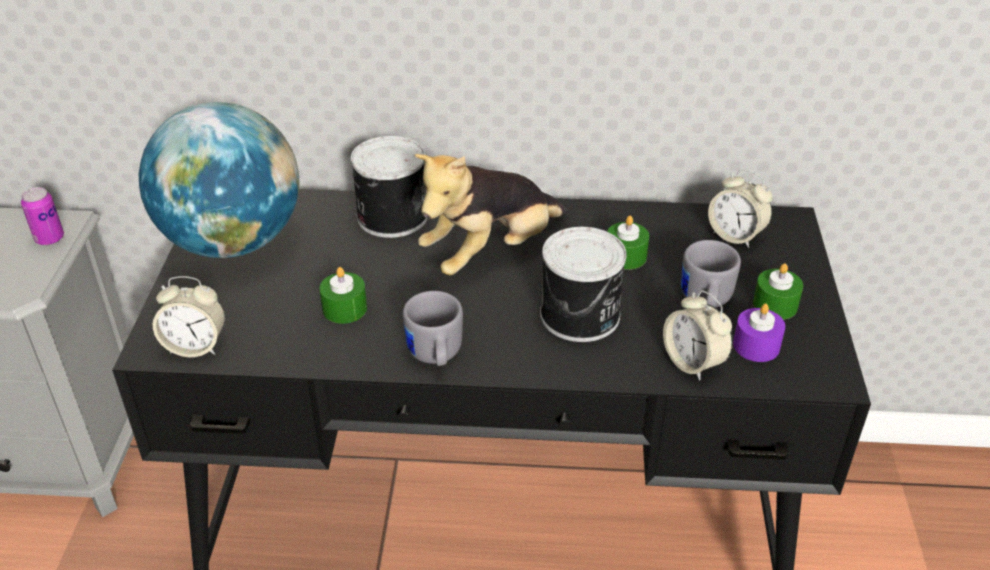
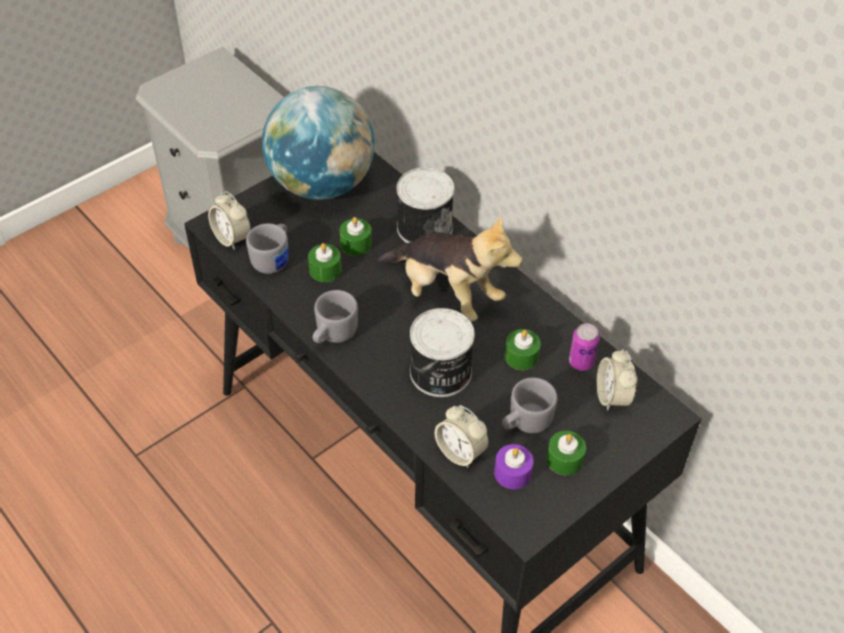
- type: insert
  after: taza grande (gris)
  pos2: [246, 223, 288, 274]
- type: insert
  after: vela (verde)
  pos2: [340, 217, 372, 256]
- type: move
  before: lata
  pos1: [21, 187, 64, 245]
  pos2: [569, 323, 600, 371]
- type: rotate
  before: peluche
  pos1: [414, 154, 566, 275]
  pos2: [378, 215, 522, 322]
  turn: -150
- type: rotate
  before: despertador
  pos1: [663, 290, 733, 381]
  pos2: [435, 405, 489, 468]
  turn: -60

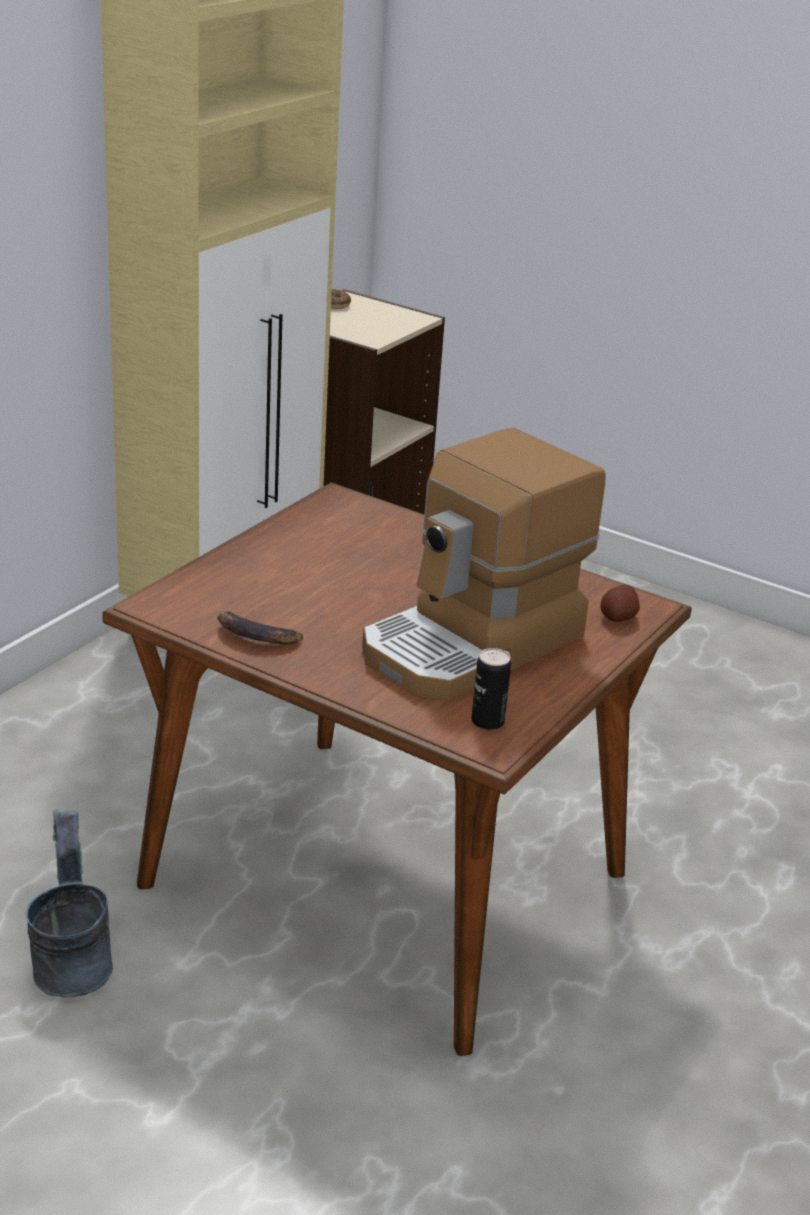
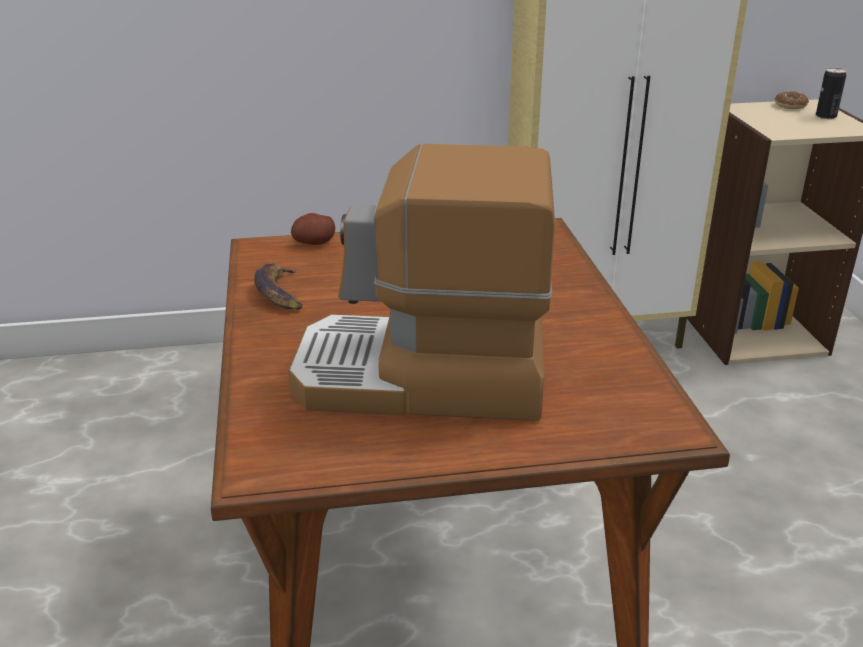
- type: delete
  before: cubo (gris)
  pos1: [26, 809, 113, 998]
- type: move
  before: lata
  pos1: [471, 648, 511, 730]
  pos2: [816, 68, 846, 119]
- type: move
  before: patata
  pos1: [600, 585, 640, 622]
  pos2: [291, 213, 335, 245]

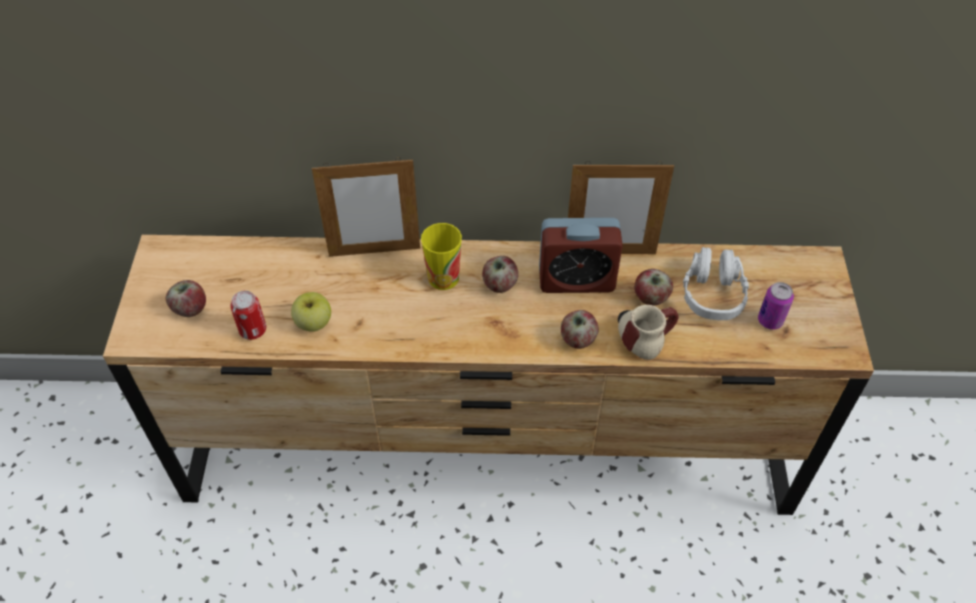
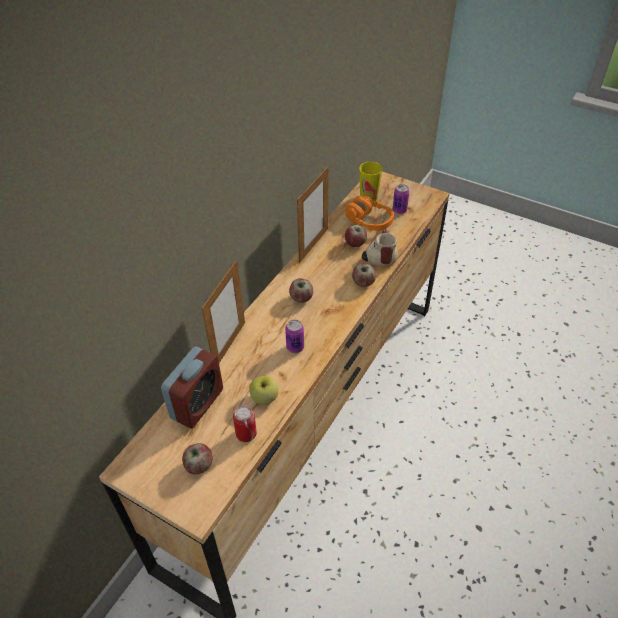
- type: insert
  after: lata
  pos2: [285, 320, 304, 353]
- type: move
  before: taza
  pos1: [421, 223, 462, 290]
  pos2: [359, 162, 383, 203]
- type: move
  before: despertador
  pos1: [539, 218, 623, 293]
  pos2: [161, 346, 223, 429]
- type: recolor
  before: auriculares (gris)
  after: auriculares (naranja)
  pos1: [683, 247, 749, 320]
  pos2: [345, 196, 394, 231]

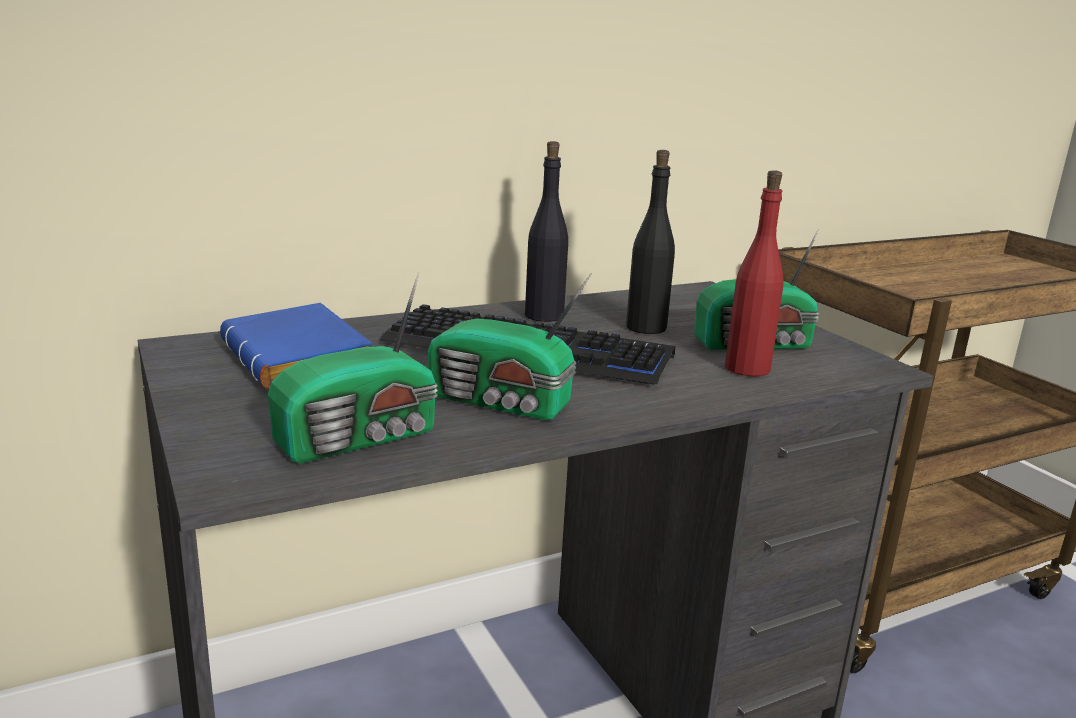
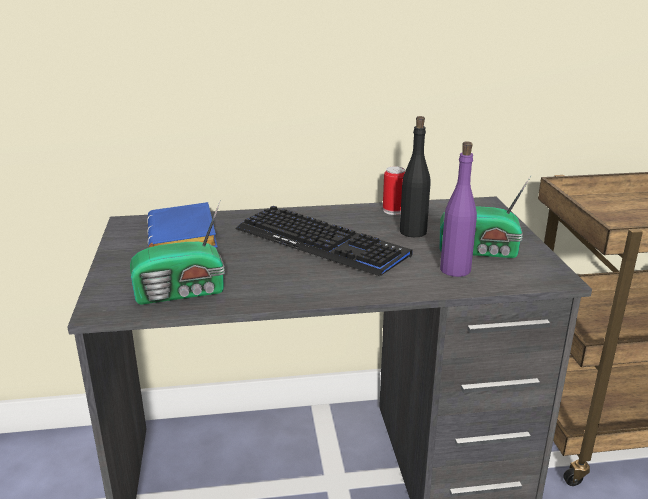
- type: delete
  before: radio
  pos1: [428, 273, 592, 420]
- type: delete
  before: botella (negro)
  pos1: [525, 141, 568, 322]
- type: insert
  after: lata
  pos2: [383, 166, 405, 215]
- type: recolor
  before: botella (rojo)
  after: botella (morado)
  pos1: [725, 170, 784, 377]
  pos2: [440, 141, 477, 277]

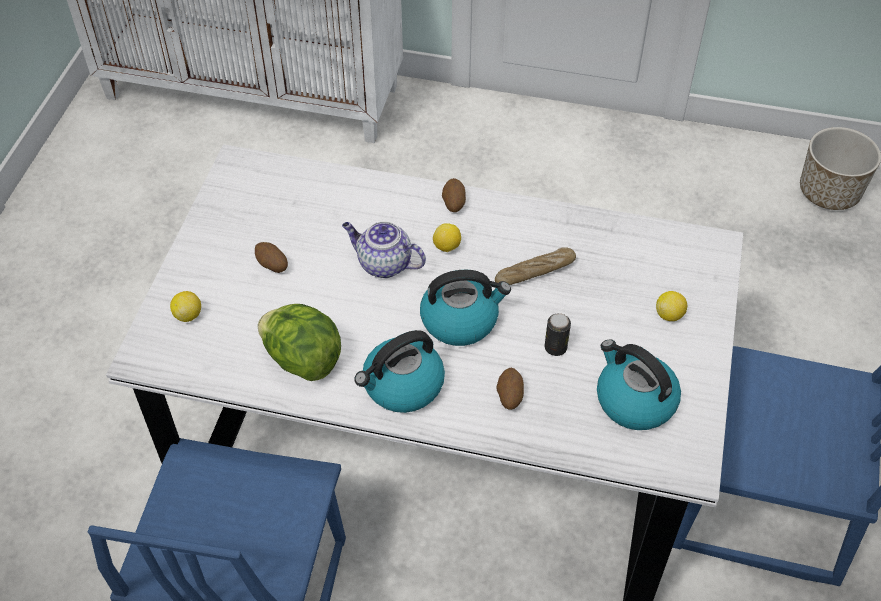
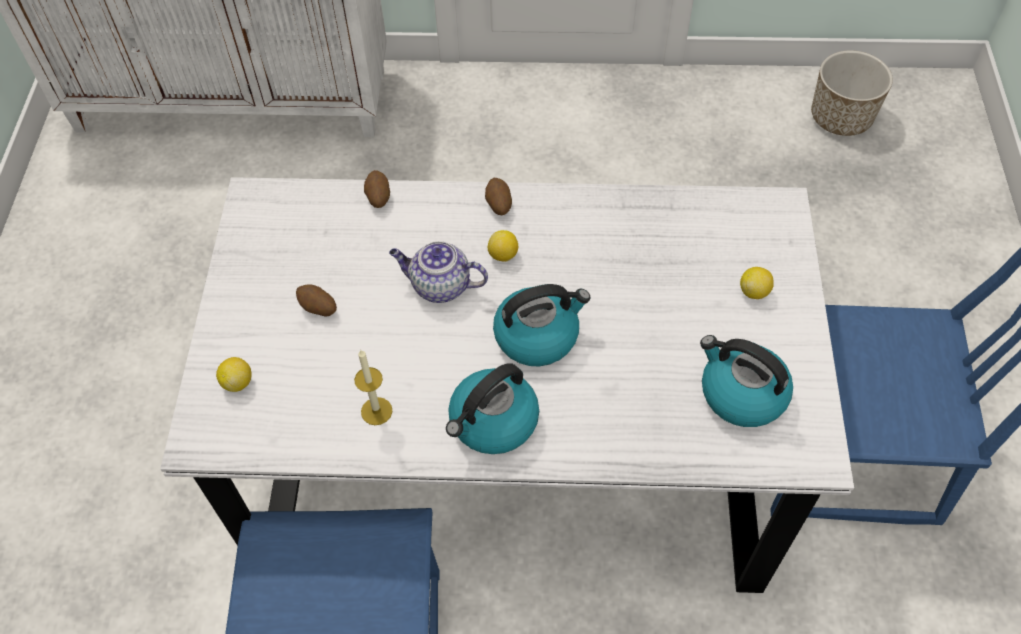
- type: delete
  before: pan
  pos1: [495, 247, 576, 285]
- type: delete
  before: lata
  pos1: [545, 313, 571, 356]
- type: move
  before: patata
  pos1: [496, 368, 524, 410]
  pos2: [364, 170, 390, 208]
- type: replace
  before: lechuga
  after: vela
  pos1: [258, 304, 341, 381]
  pos2: [354, 350, 392, 425]

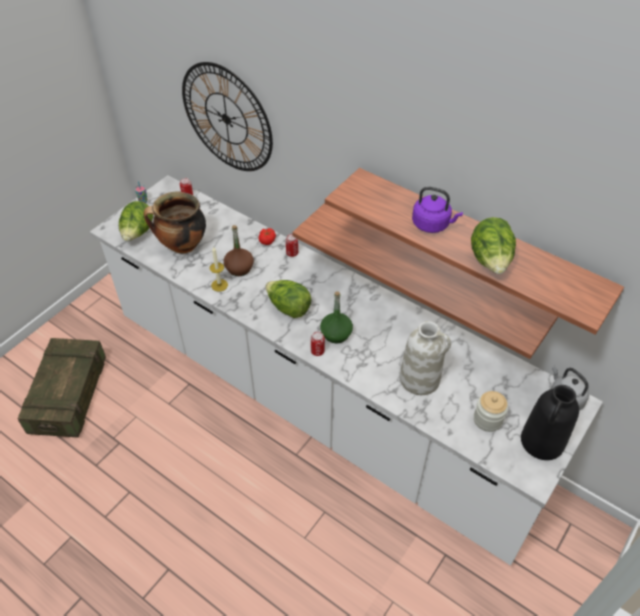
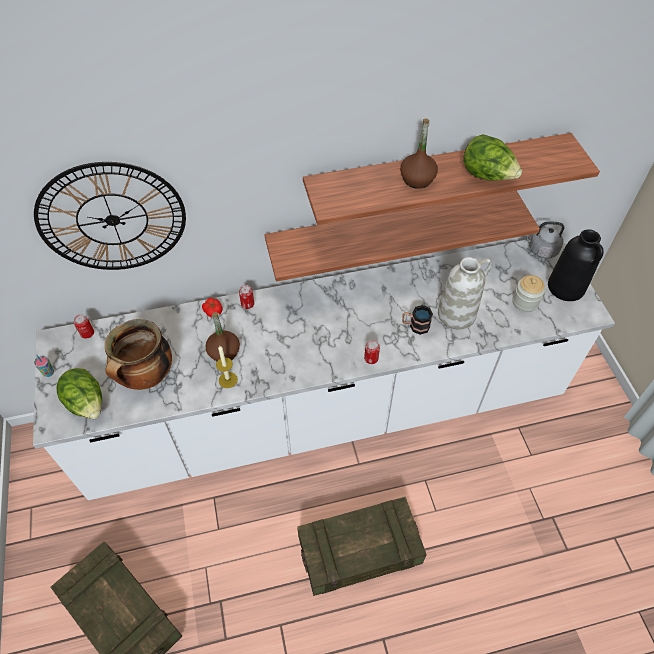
- type: delete
  before: lechuga
  pos1: [265, 280, 312, 318]
- type: delete
  before: botella (verde)
  pos1: [320, 292, 353, 343]
- type: insert
  after: caja de embalaje
  pos2: [297, 497, 426, 596]
- type: insert
  after: taza grande
  pos2: [402, 305, 433, 335]
- type: replace
  before: hervidor (morado)
  after: botella (marrón)
  pos1: [412, 187, 463, 233]
  pos2: [400, 118, 438, 189]

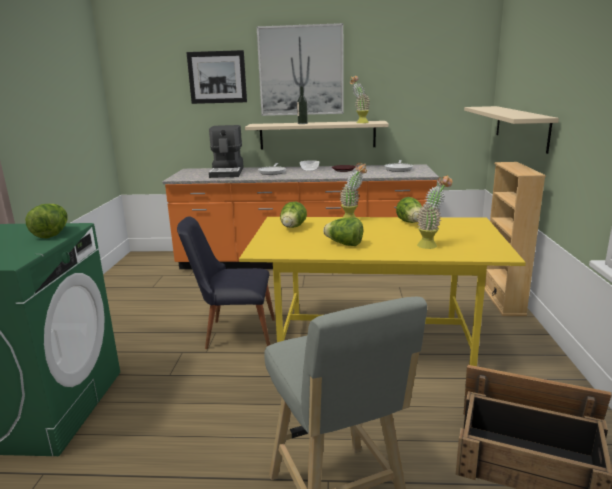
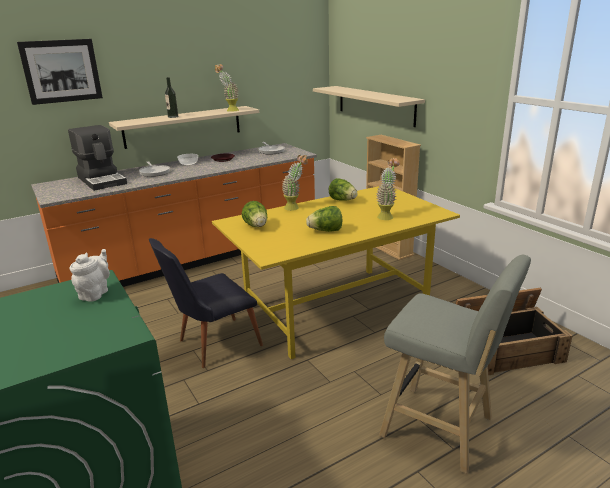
- type: delete
  before: cuadro
  pos1: [257, 23, 344, 116]
- type: replace
  before: lechuga
  after: tetera (blanco)
  pos1: [25, 204, 68, 238]
  pos2: [69, 249, 110, 302]

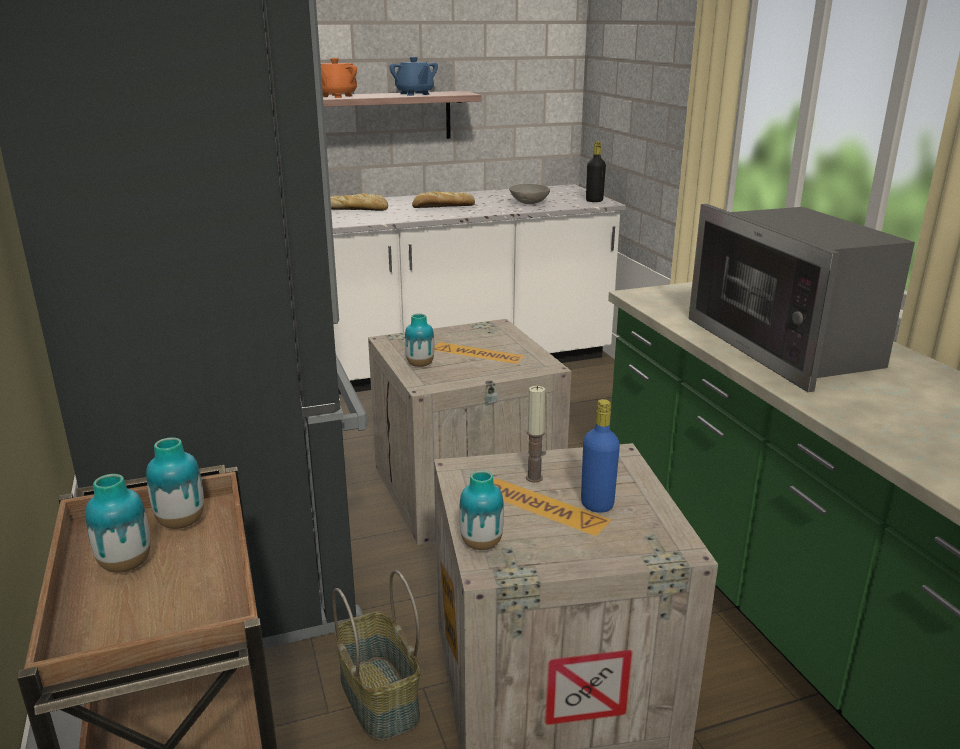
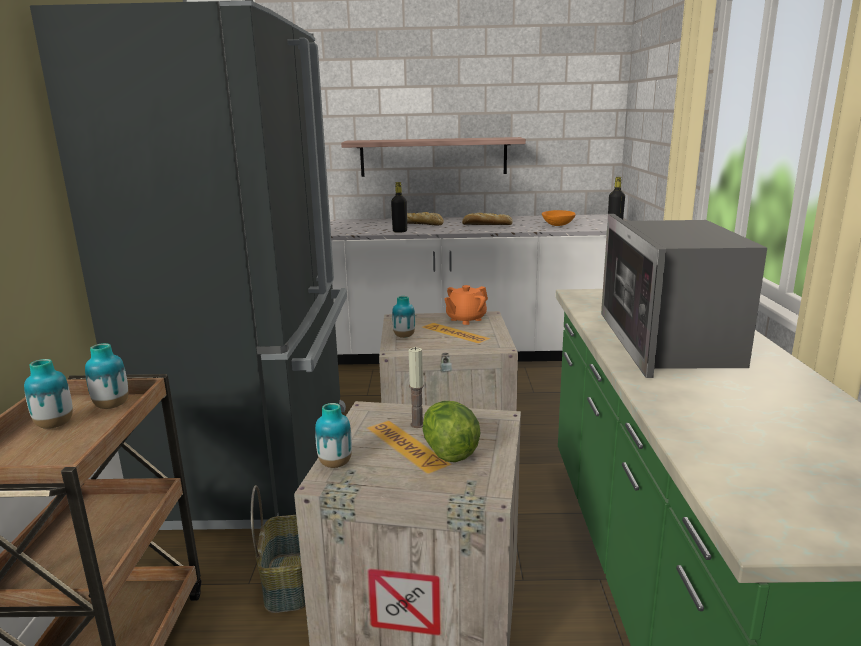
- type: delete
  before: tetera (azul)
  pos1: [389, 57, 438, 96]
- type: insert
  after: botella (negro)
  pos2: [391, 182, 407, 233]
- type: move
  before: tetera (naranja)
  pos1: [321, 58, 357, 98]
  pos2: [444, 285, 488, 325]
- type: replace
  before: botella (azul)
  after: lechuga
  pos1: [581, 399, 620, 513]
  pos2: [422, 401, 481, 462]
- type: recolor
  before: cuenco (gris)
  after: cuenco (naranja)
  pos1: [509, 184, 550, 204]
  pos2: [542, 210, 576, 226]

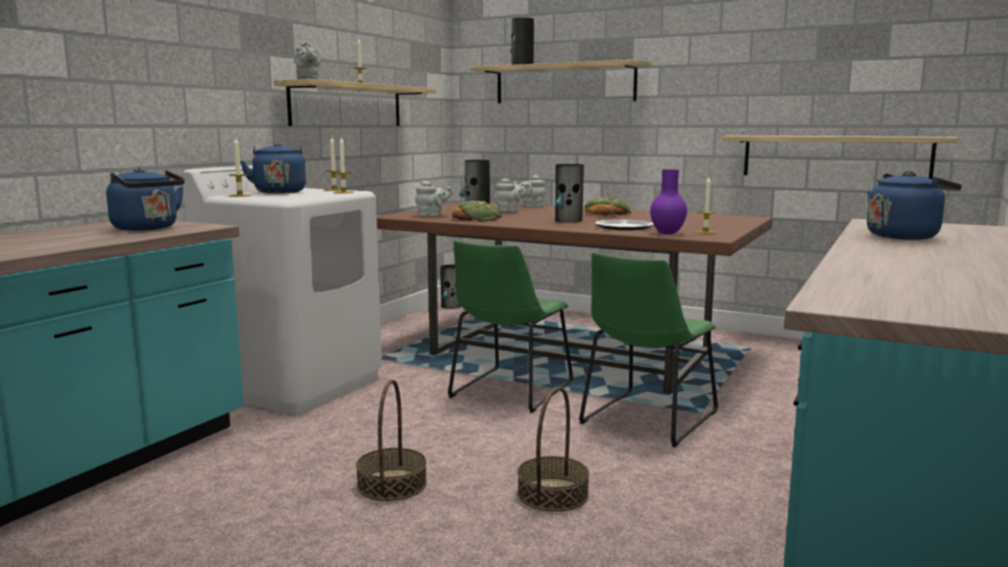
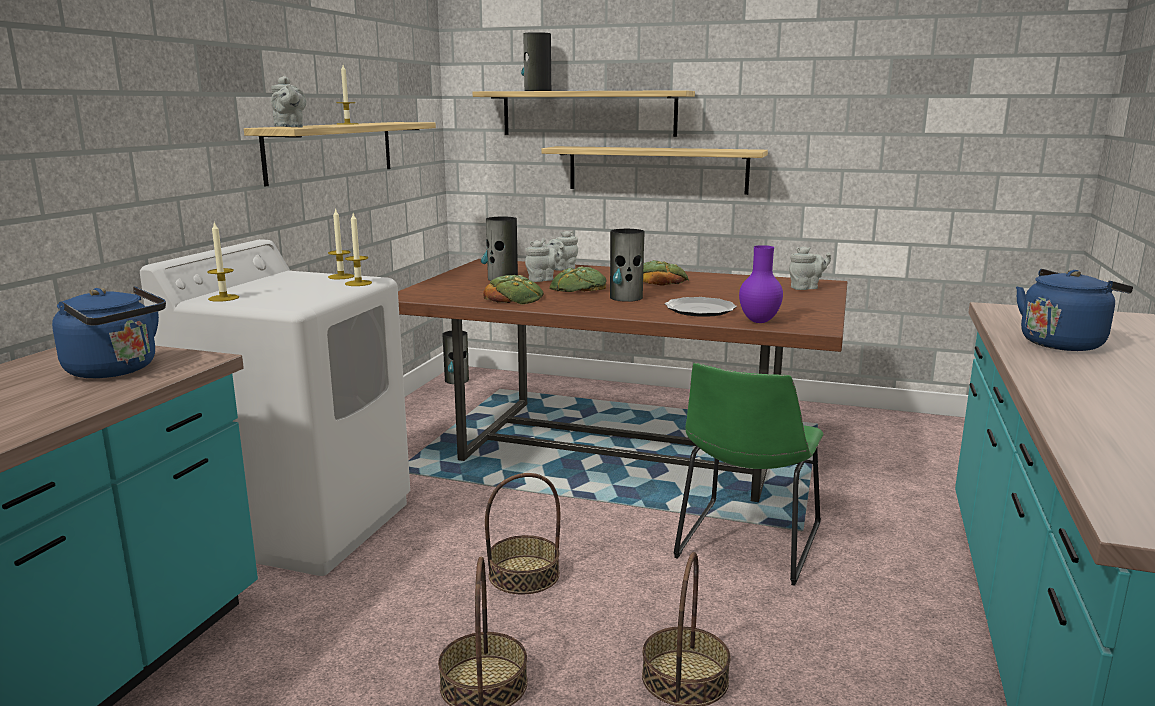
- type: delete
  before: hervidor (azul)
  pos1: [240, 142, 306, 194]
- type: delete
  before: silla (verde)
  pos1: [448, 241, 573, 413]
- type: delete
  before: vela
  pos1: [695, 177, 716, 234]
- type: insert
  after: cesta
  pos2: [485, 473, 560, 594]
- type: insert
  after: pan
  pos2: [549, 267, 607, 292]
- type: move
  before: tetera (gris)
  pos1: [415, 181, 453, 216]
  pos2: [789, 246, 831, 290]
- type: move
  before: estante
  pos1: [723, 136, 958, 180]
  pos2: [541, 146, 768, 195]

